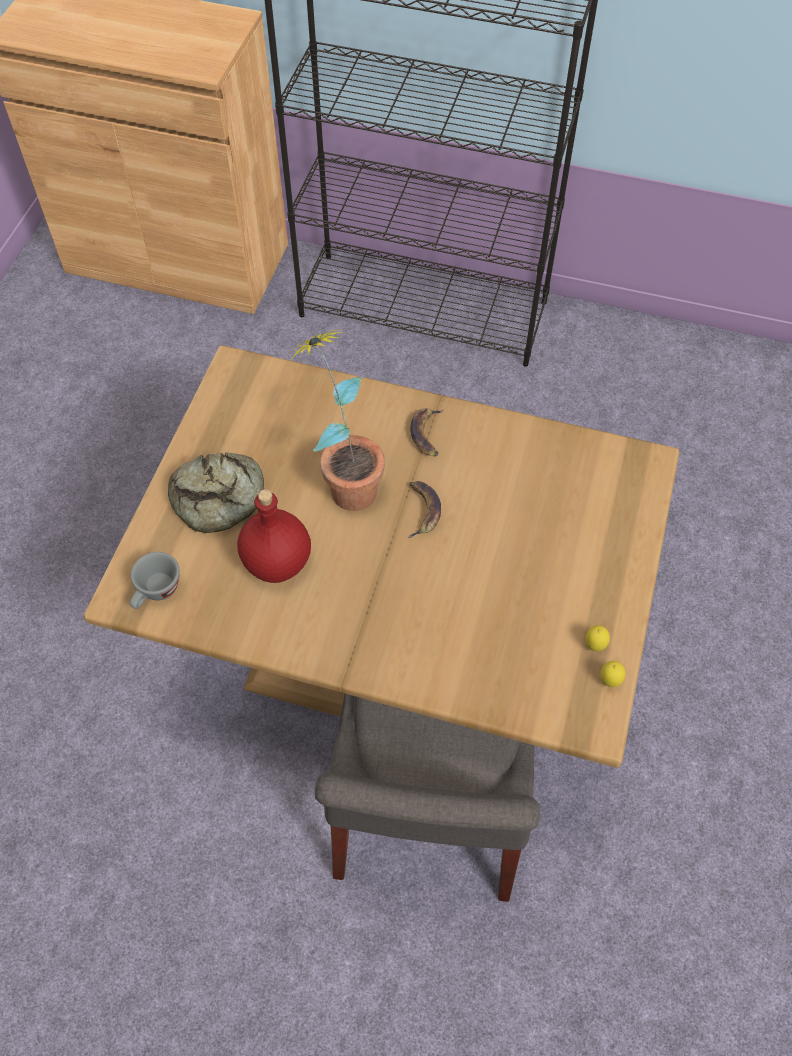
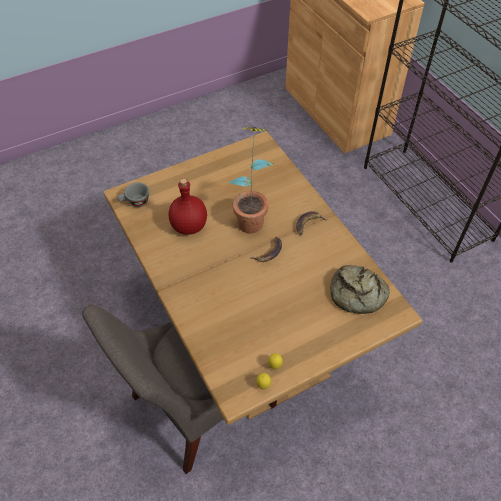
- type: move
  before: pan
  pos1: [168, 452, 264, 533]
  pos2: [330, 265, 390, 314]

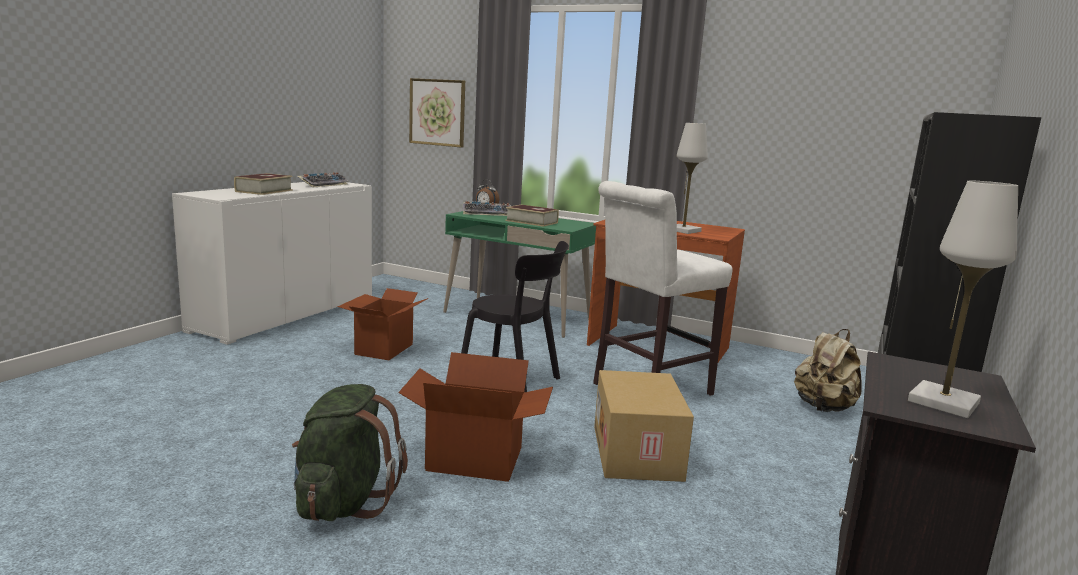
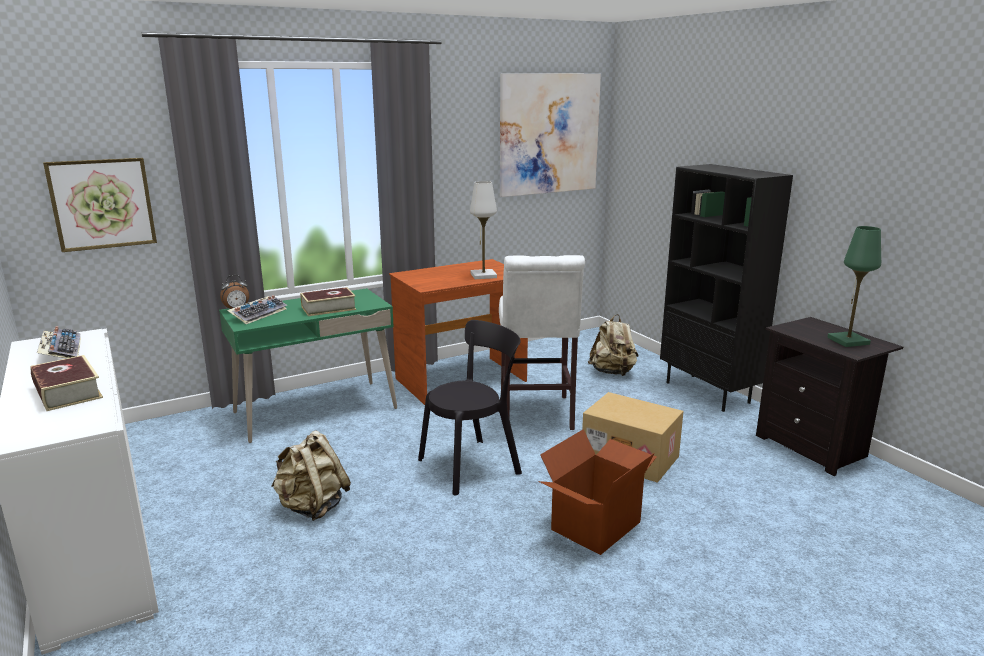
- type: delete
  before: mochila (verde)
  pos1: [292, 384, 408, 521]
- type: insert
  after: cuadro
  pos2: [500, 73, 601, 197]
- type: replace
  before: caja de cartón
  after: mochila (beis)
  pos1: [337, 288, 428, 360]
  pos2: [271, 430, 351, 521]
- type: recolor
  before: lámpara de mesa (blanco)
  after: lámpara de mesa (verde)
  pos1: [908, 181, 1018, 418]
  pos2: [827, 226, 881, 347]

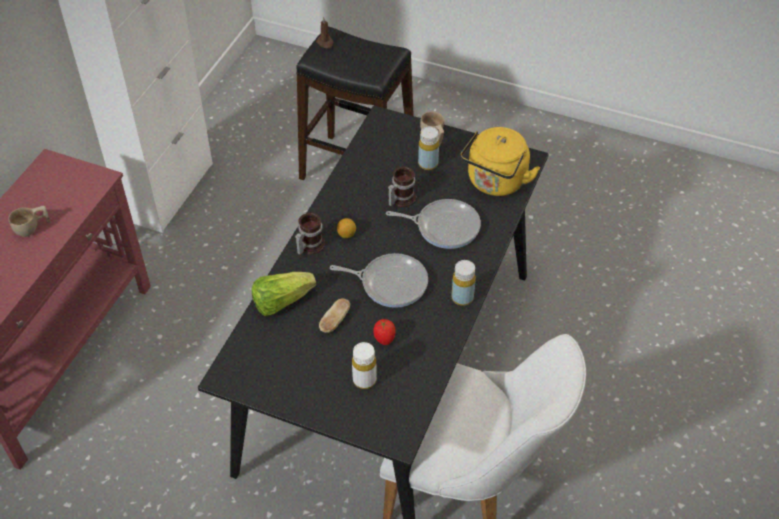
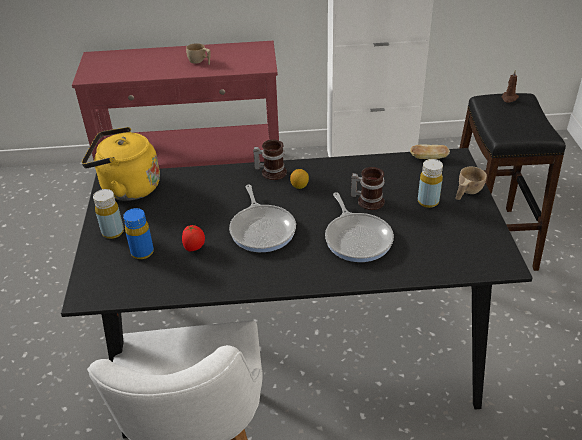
- type: delete
  before: lechuga
  pos1: [252, 272, 316, 316]
- type: move
  before: pan
  pos1: [319, 298, 350, 333]
  pos2: [410, 145, 450, 159]
- type: move
  before: botella (amarillo)
  pos1: [452, 260, 476, 306]
  pos2: [93, 189, 124, 239]
- type: move
  before: hervidor (amarillo)
  pos1: [461, 127, 540, 196]
  pos2: [82, 127, 160, 201]
- type: recolor
  before: botella (blanco)
  after: botella (azul)
  pos1: [352, 342, 377, 389]
  pos2: [123, 208, 154, 259]

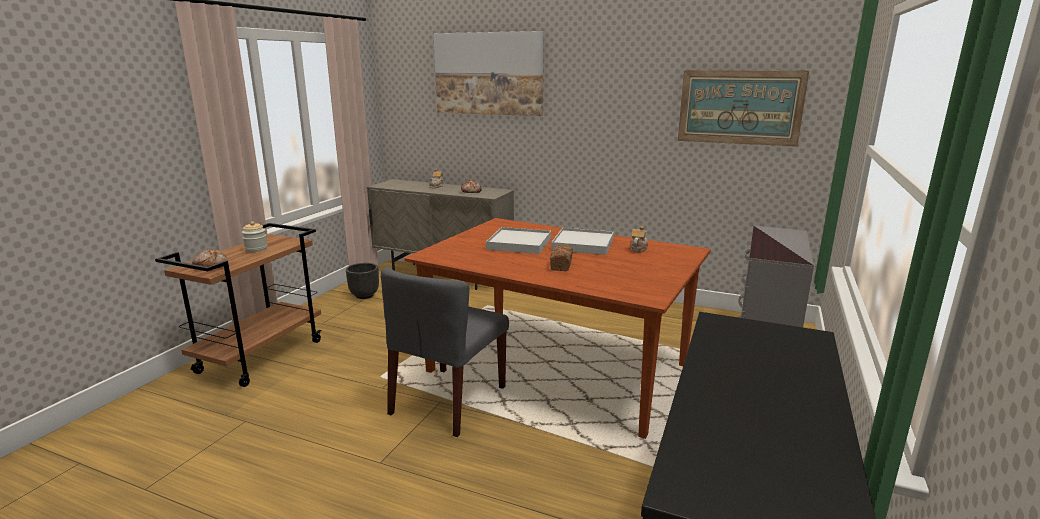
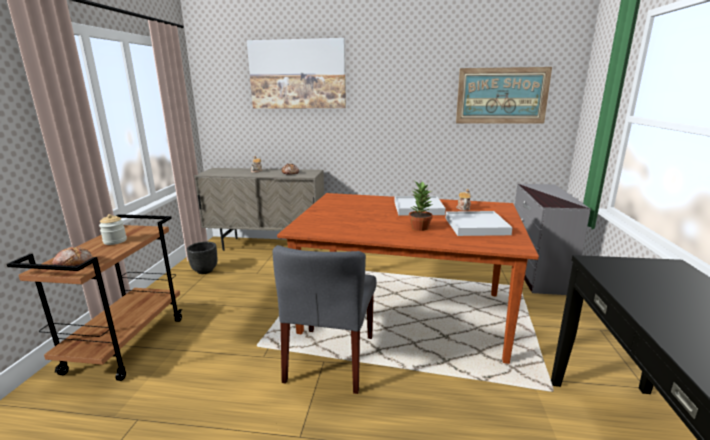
- type: move
  before: bandeja (blanco)
  pos1: [486, 227, 551, 254]
  pos2: [445, 211, 513, 236]
- type: replace
  before: pan
  after: planta en maceta
  pos1: [550, 245, 573, 271]
  pos2: [409, 181, 433, 231]

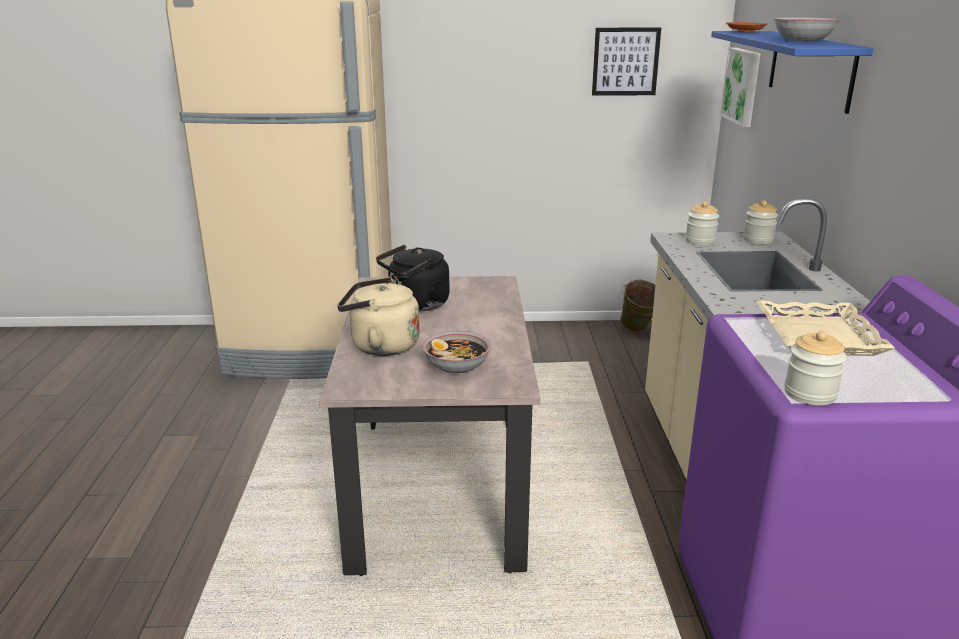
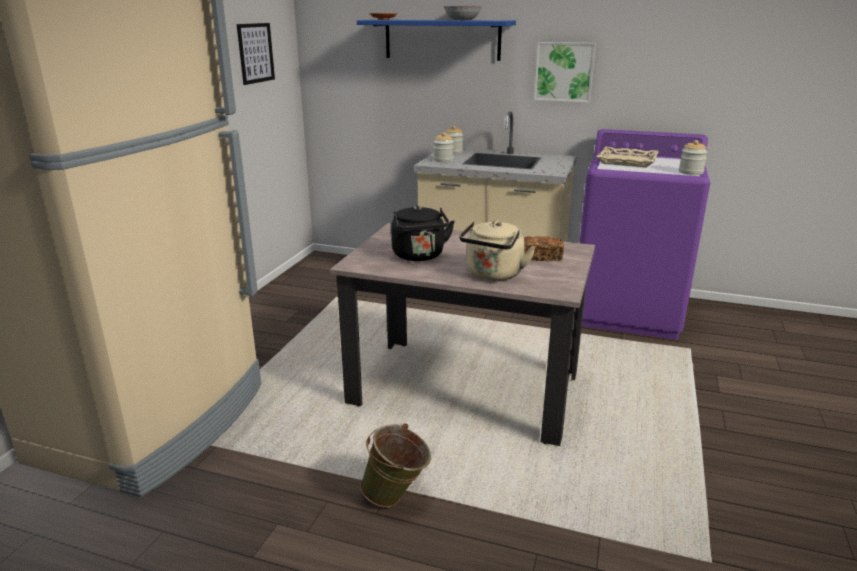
- type: move
  before: cubo (verde)
  pos1: [620, 280, 656, 332]
  pos2: [360, 423, 431, 507]
- type: move
  before: cuadro
  pos1: [720, 48, 761, 127]
  pos2: [534, 42, 596, 103]
- type: replace
  before: cuenco
  after: pan
  pos1: [422, 331, 491, 373]
  pos2: [524, 236, 564, 261]

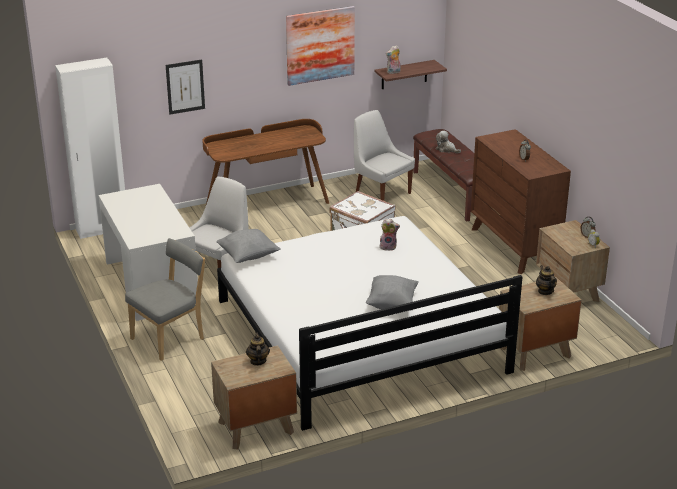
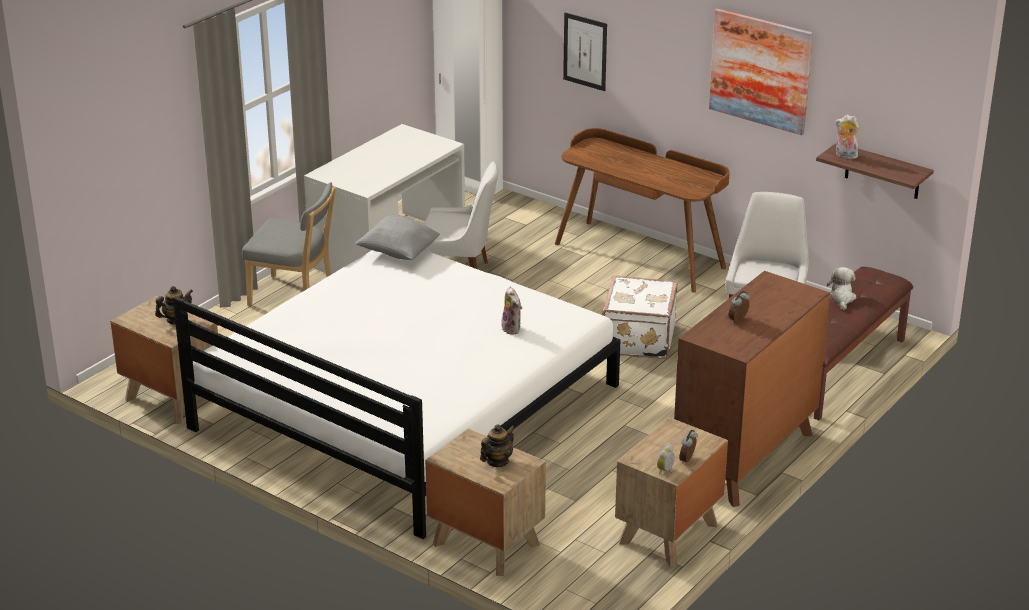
- type: delete
  before: cojín (gris)
  pos1: [366, 275, 419, 311]

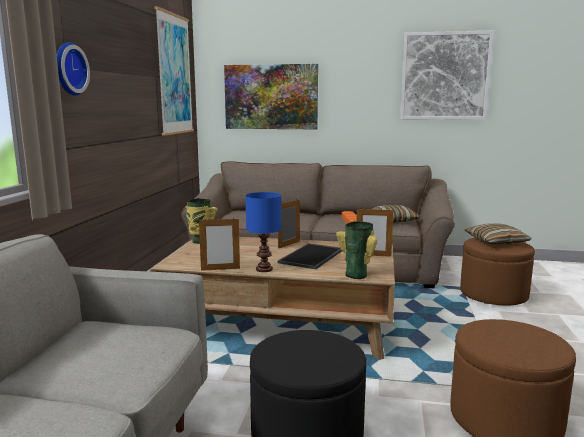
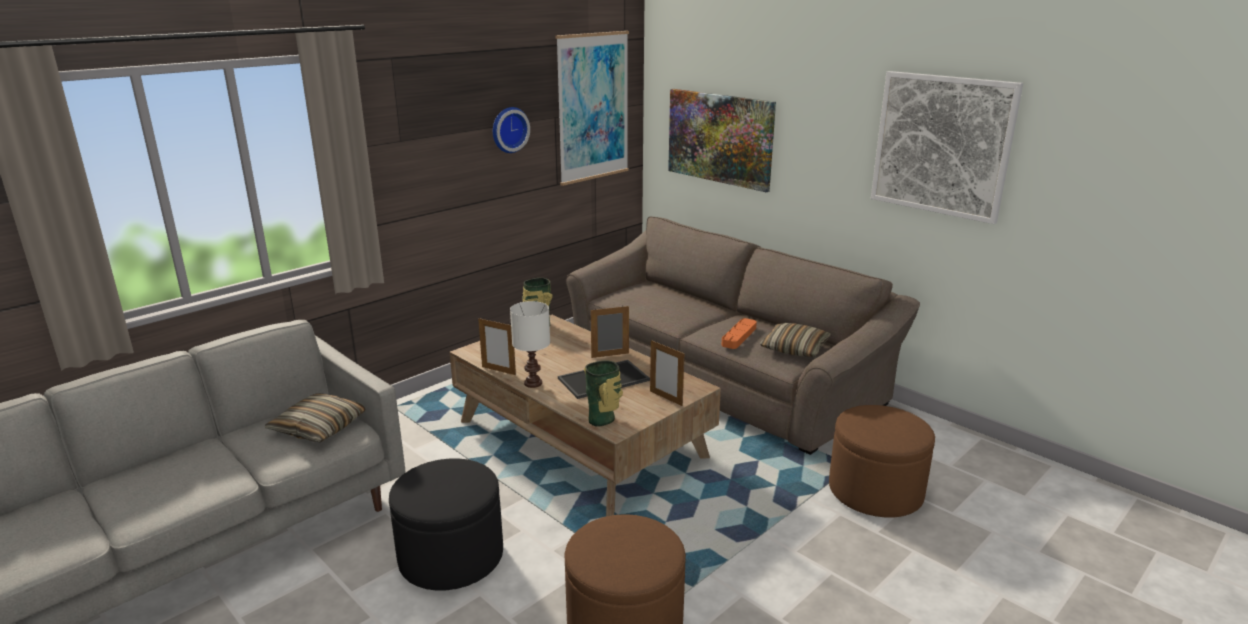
- type: move
  before: reloj de pared
  pos1: [56, 42, 90, 96]
  pos2: [493, 107, 530, 153]
- type: move
  before: cojín
  pos1: [464, 223, 532, 245]
  pos2: [265, 393, 365, 443]
- type: recolor
  before: lámpara de mesa (azul)
  after: lámpara de mesa (blanco)
  pos1: [245, 192, 281, 272]
  pos2: [510, 301, 550, 388]

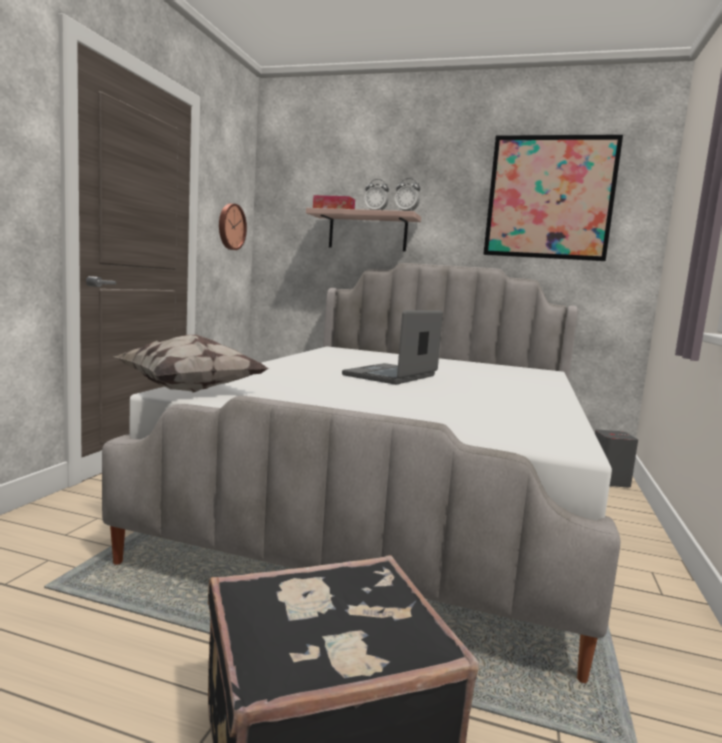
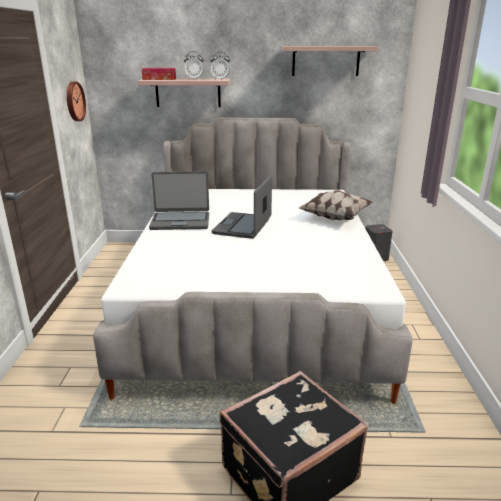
- type: insert
  after: portátil
  pos2: [149, 171, 209, 230]
- type: move
  before: cojín
  pos1: [115, 335, 269, 393]
  pos2: [299, 190, 373, 220]
- type: replace
  before: cuadro
  after: estante
  pos1: [483, 135, 623, 261]
  pos2: [282, 46, 378, 76]

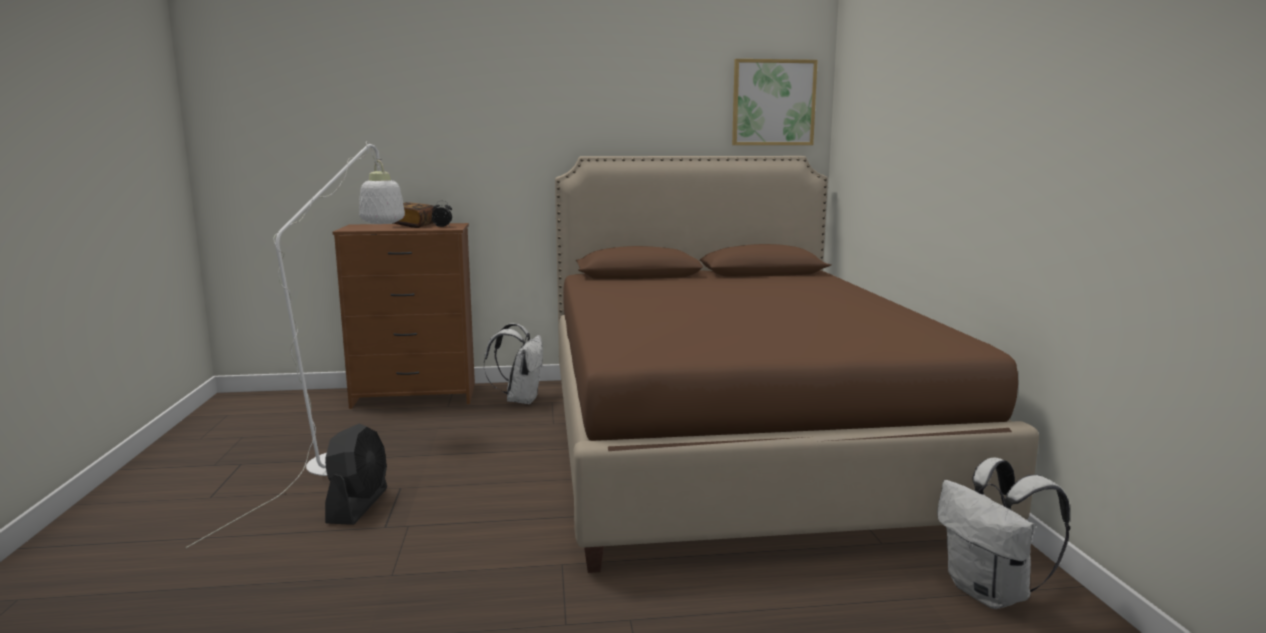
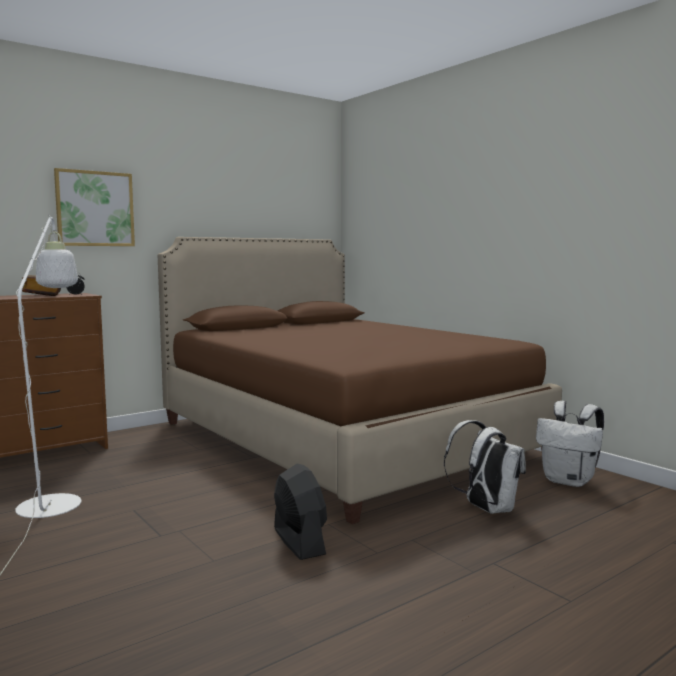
- type: move
  before: ventilador (negro)
  pos1: [325, 423, 387, 525]
  pos2: [274, 464, 327, 560]
- type: move
  before: mochila (blanco)
  pos1: [484, 323, 543, 404]
  pos2: [444, 420, 526, 514]
- type: move
  before: cuadro
  pos1: [732, 59, 818, 145]
  pos2: [54, 168, 135, 246]

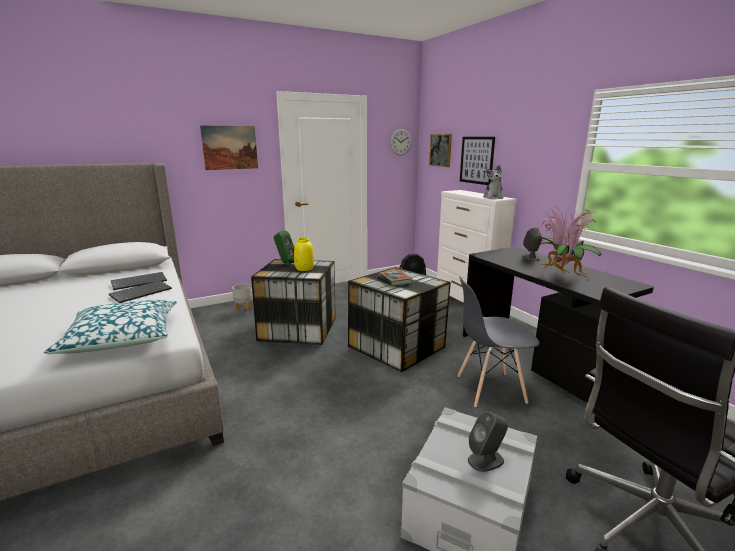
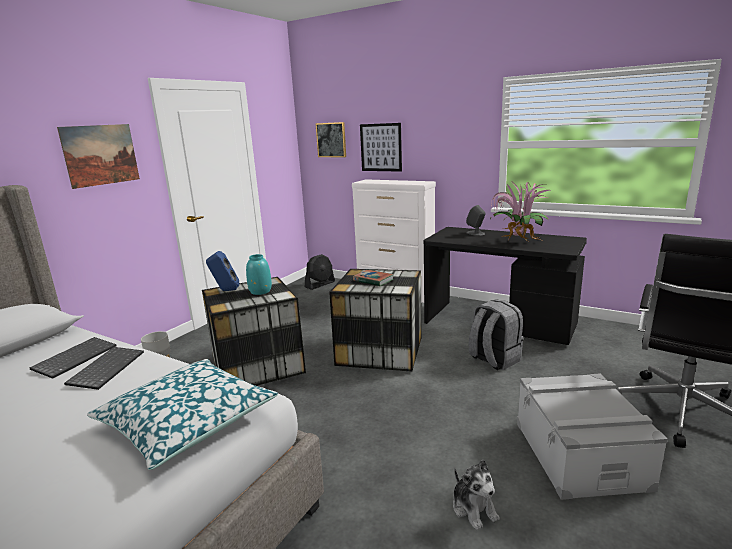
- type: delete
  before: reloj de pared
  pos1: [390, 129, 411, 155]
- type: delete
  before: altavoz (gris)
  pos1: [468, 411, 508, 472]
- type: move
  before: peluche
  pos1: [483, 165, 504, 199]
  pos2: [453, 460, 500, 530]
- type: replace
  before: silla (gris)
  after: mochila (gris)
  pos1: [458, 276, 539, 407]
  pos2: [469, 299, 524, 370]
- type: recolor
  before: altavoz (verde)
  after: altavoz (azul)
  pos1: [274, 230, 294, 264]
  pos2: [206, 251, 239, 291]
- type: recolor
  before: florero (amarillo)
  after: florero (turquesa)
  pos1: [294, 238, 314, 271]
  pos2: [246, 254, 272, 295]

